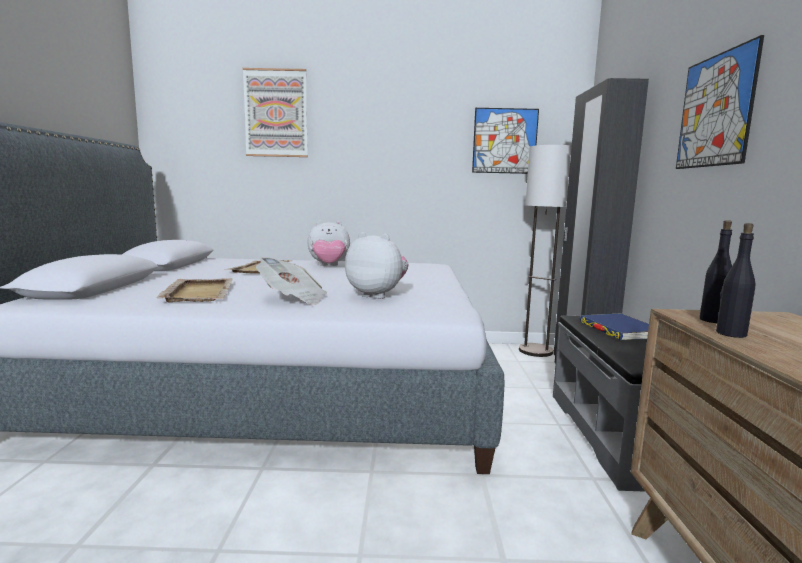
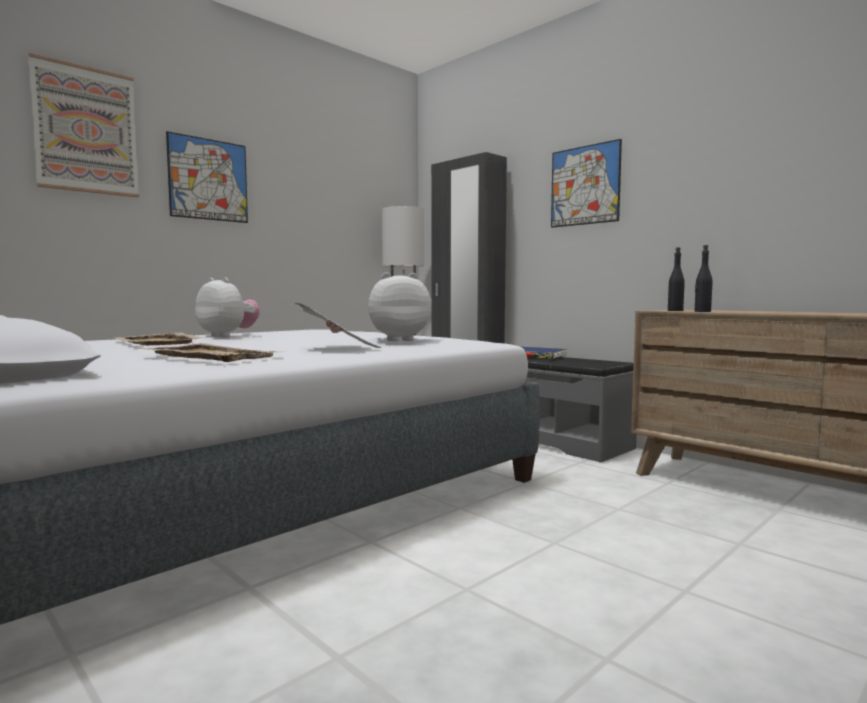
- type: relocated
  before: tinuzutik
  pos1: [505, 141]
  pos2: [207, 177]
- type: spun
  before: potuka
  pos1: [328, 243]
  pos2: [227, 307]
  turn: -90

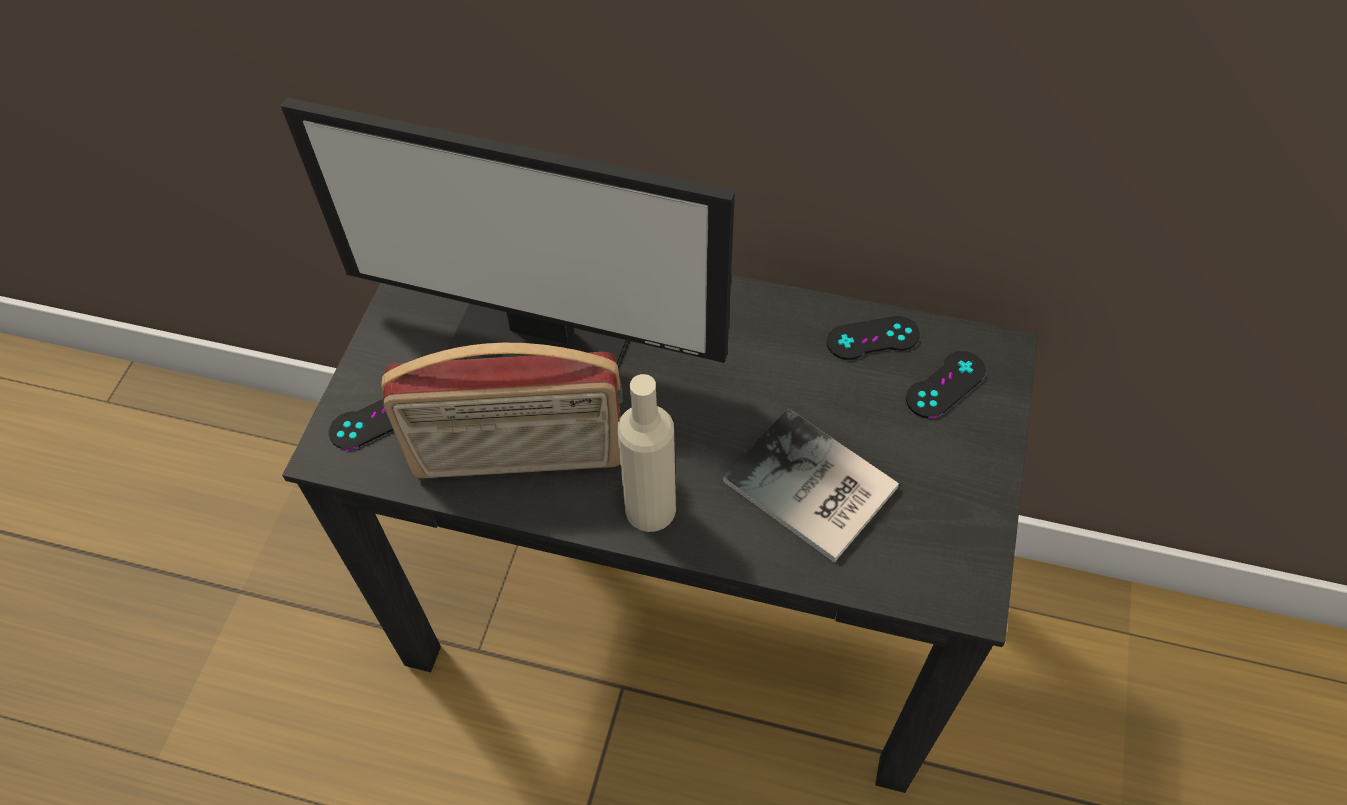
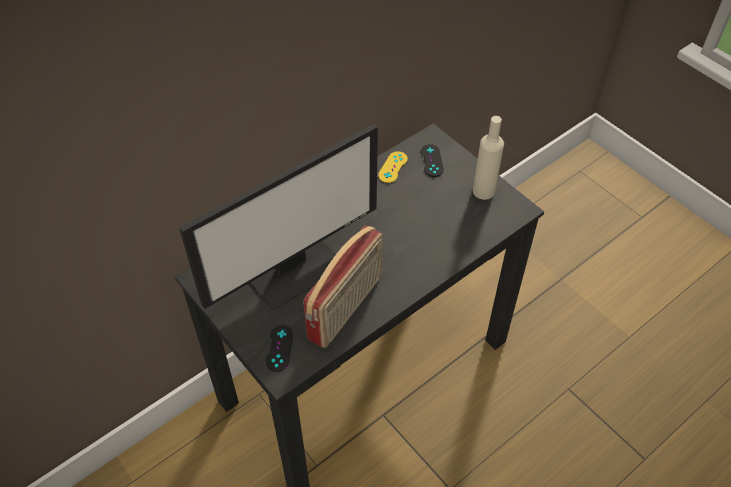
- type: colour
  before: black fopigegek
  after: yellow fopigegek
  pos1: [873, 338]
  pos2: [393, 167]
- type: relocated
  before: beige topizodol
  pos1: [646, 453]
  pos2: [488, 158]
- type: missing
  before: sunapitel
  pos1: [811, 485]

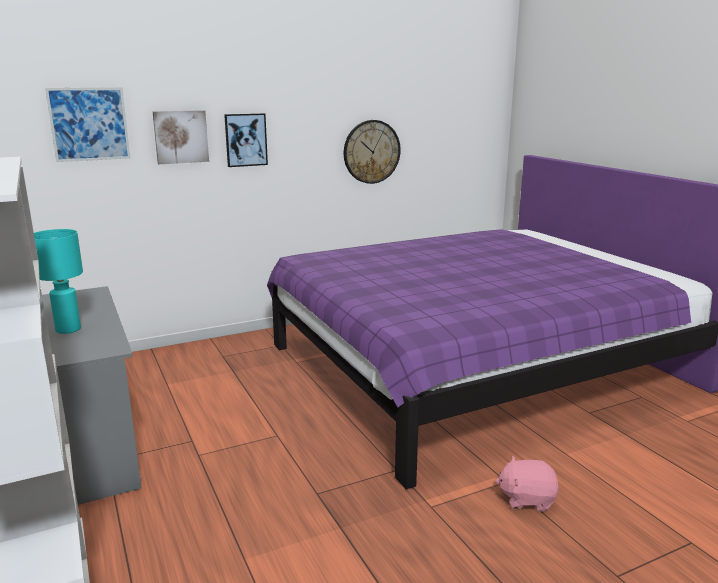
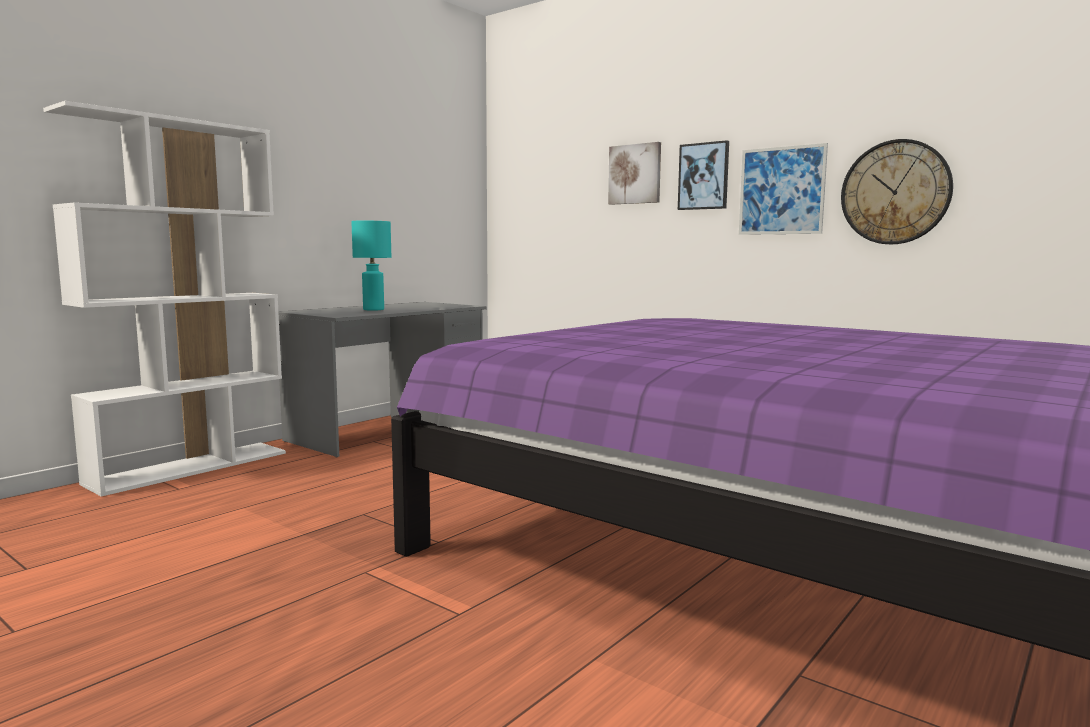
- type: relocated
  before: tinuzutik
  pos1: [87, 124]
  pos2: [783, 189]
- type: missing
  before: pink potuka
  pos1: [527, 484]

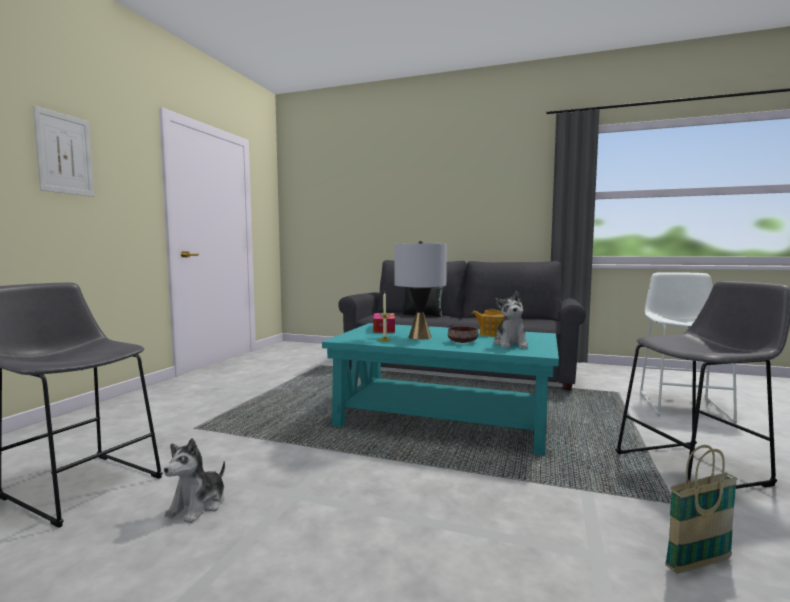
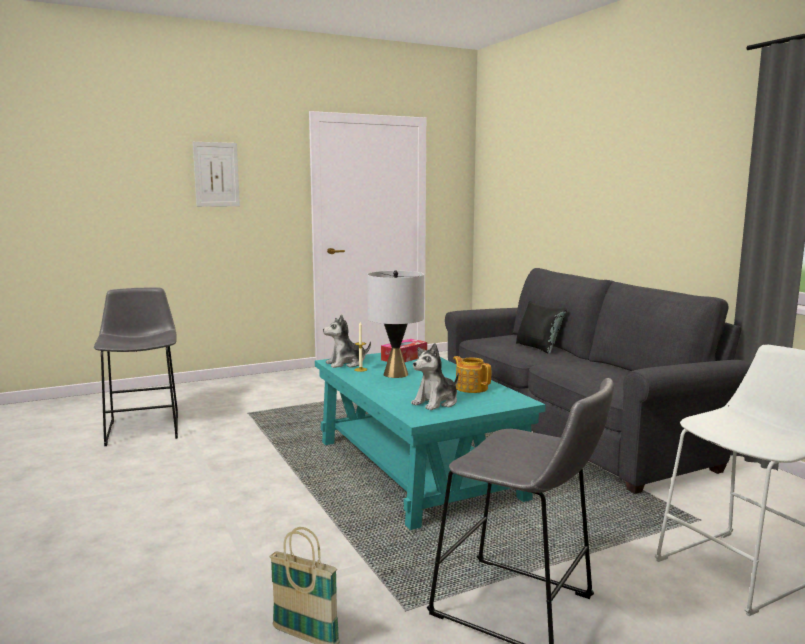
- type: missing
  before: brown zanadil
  pos1: [463, 334]
- type: relocated
  before: potuka
  pos1: [194, 480]
  pos2: [347, 341]

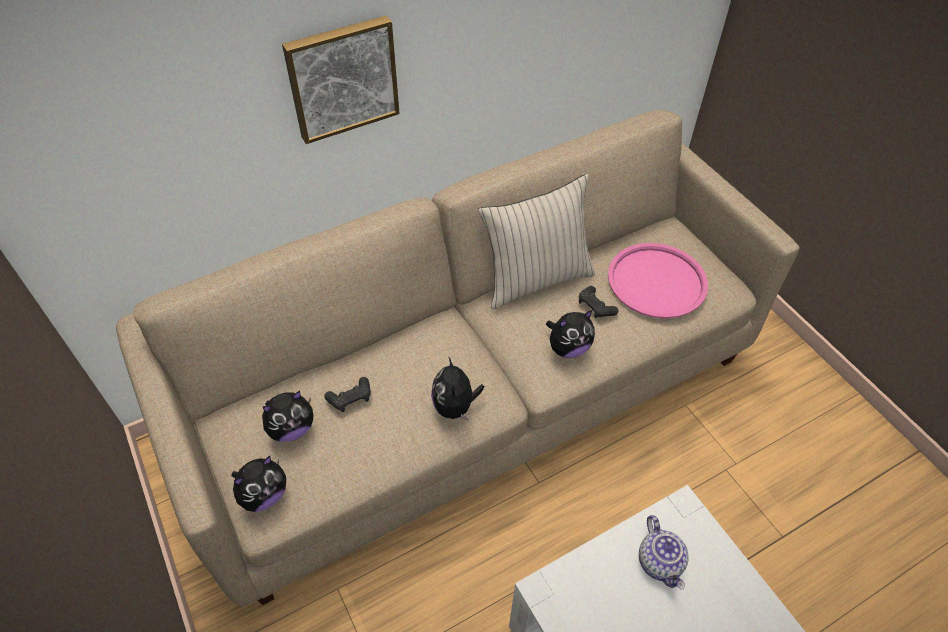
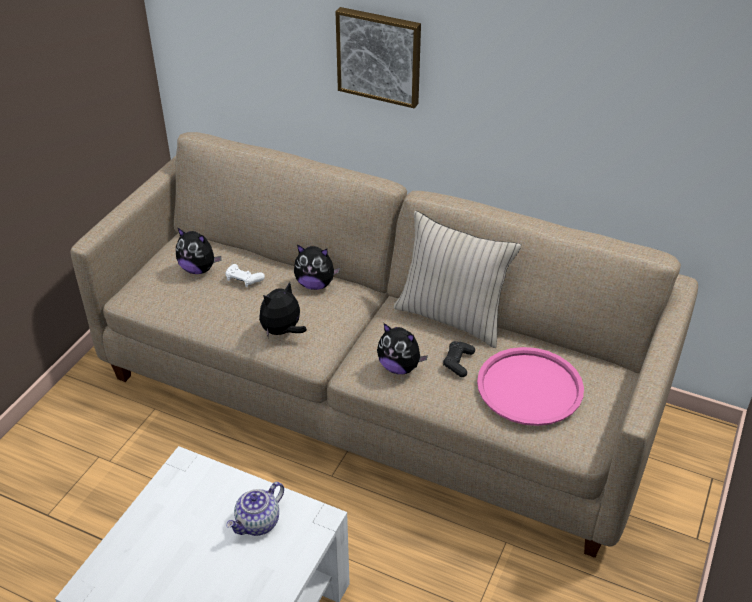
- type: colour
  before: black fopigegek
  after: white fopigegek
  pos1: [347, 394]
  pos2: [245, 275]
- type: relocated
  before: potuka
  pos1: [258, 484]
  pos2: [317, 267]

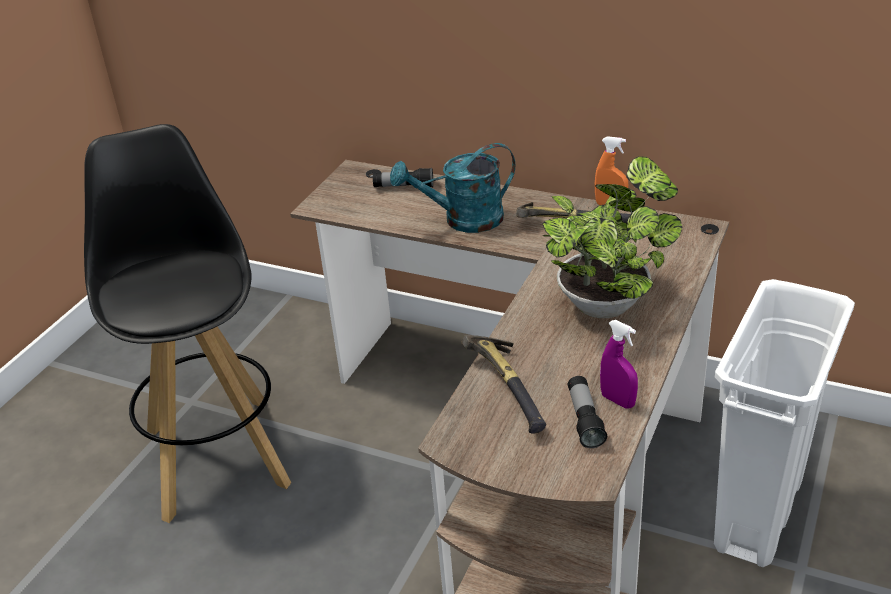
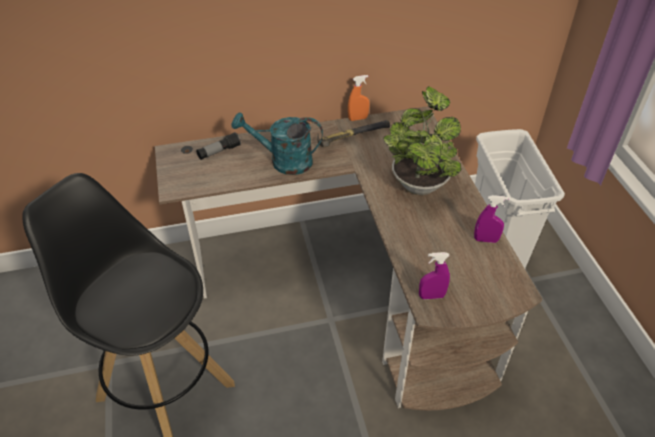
- type: spun
  before: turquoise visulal
  pos1: [452, 188]
  pos2: [277, 143]
  turn: 60
- type: missing
  before: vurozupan
  pos1: [504, 384]
- type: missing
  before: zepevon
  pos1: [587, 412]
- type: appeared
  after: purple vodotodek
  pos2: [434, 275]

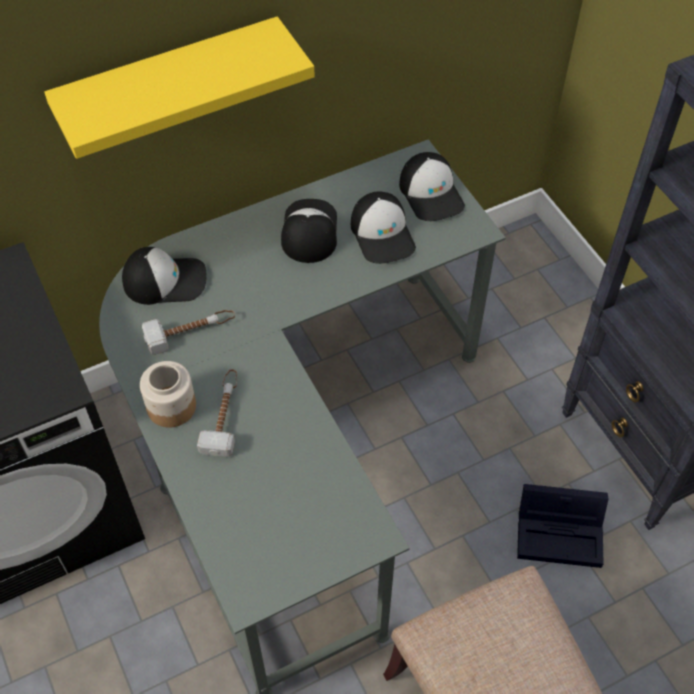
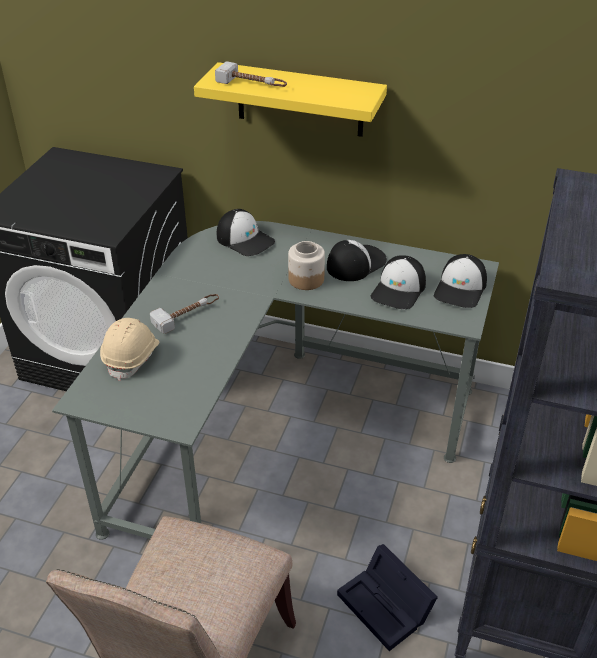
- type: relocated
  before: vurozupan
  pos1: [188, 332]
  pos2: [251, 74]
- type: relocated
  before: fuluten
  pos1: [168, 394]
  pos2: [306, 265]
- type: appeared
  after: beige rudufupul
  pos2: [129, 349]

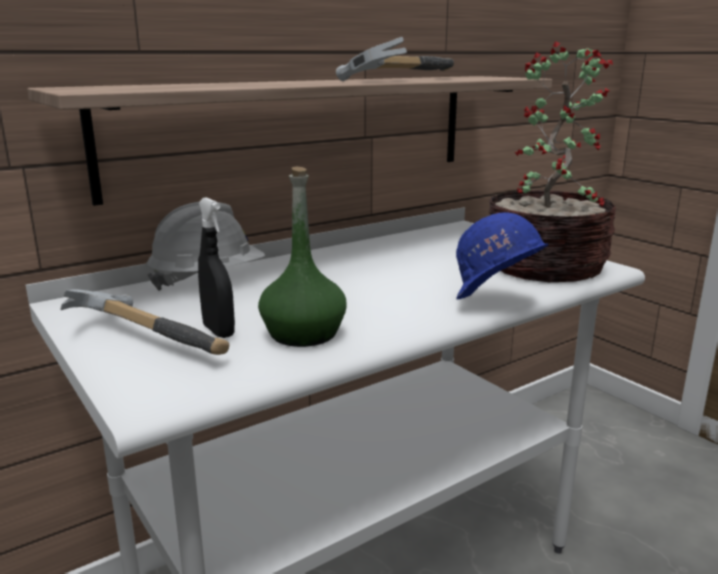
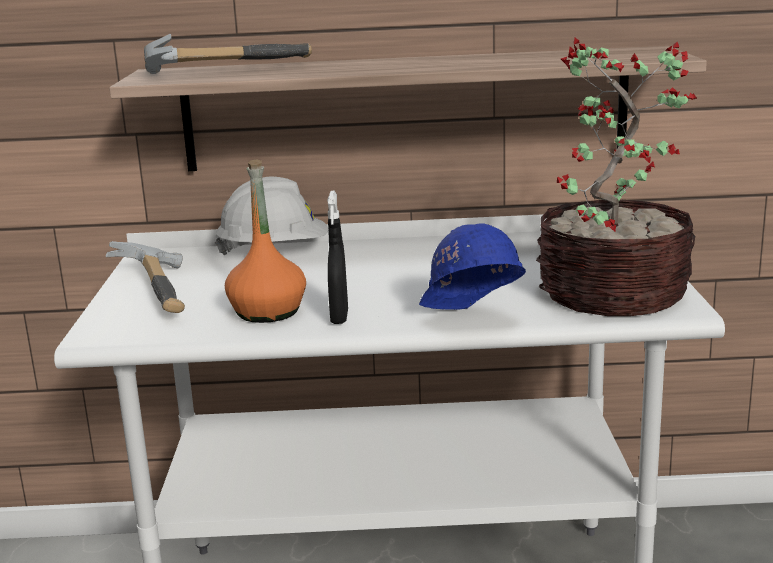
- type: relocated
  before: vurozupan
  pos1: [395, 59]
  pos2: [228, 54]
- type: colour
  before: green topizodol
  after: orange topizodol
  pos1: [302, 257]
  pos2: [265, 241]
- type: relocated
  before: black vodotodek
  pos1: [216, 267]
  pos2: [337, 257]

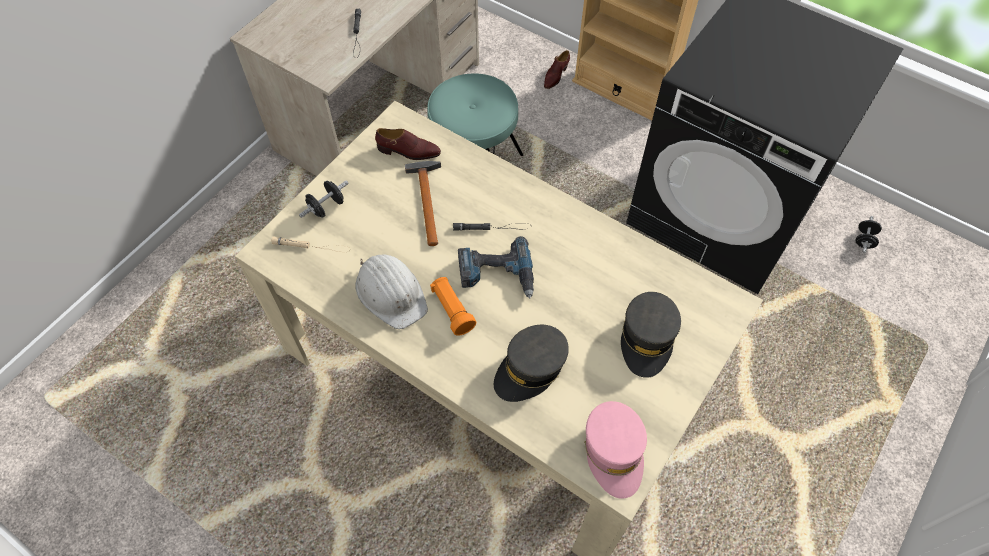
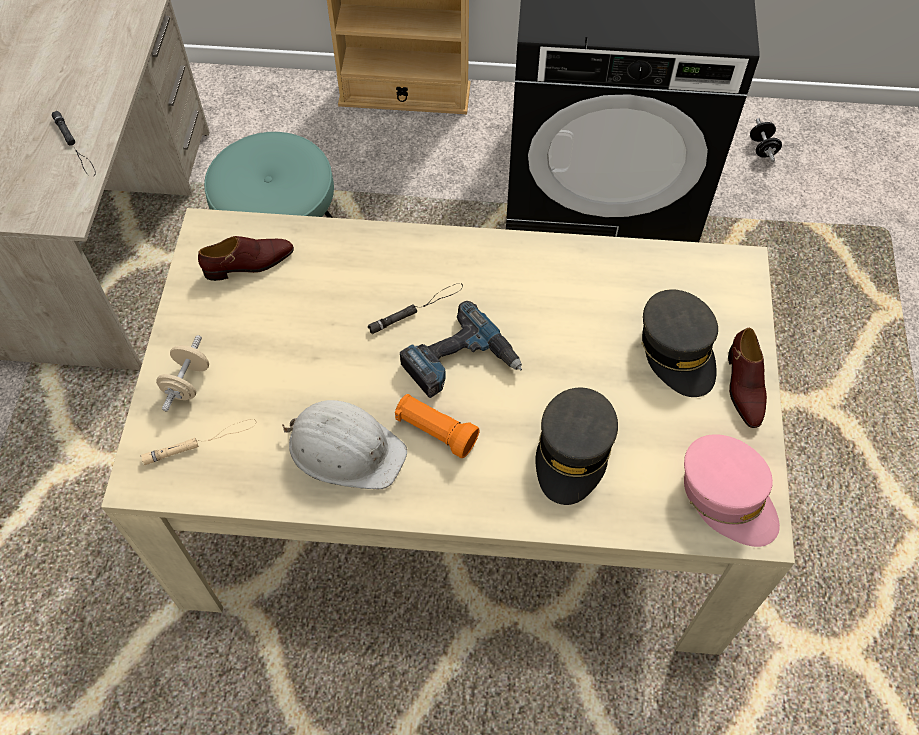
- type: relocated
  before: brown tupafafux
  pos1: [557, 69]
  pos2: [747, 378]
- type: missing
  before: vurozupan
  pos1: [423, 203]
- type: colour
  before: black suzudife
  after: beige suzudife
  pos1: [323, 199]
  pos2: [182, 373]

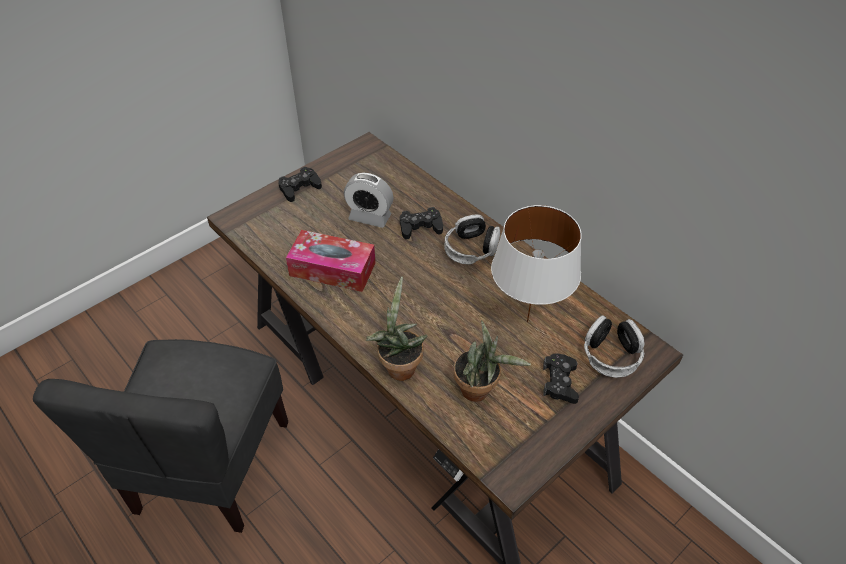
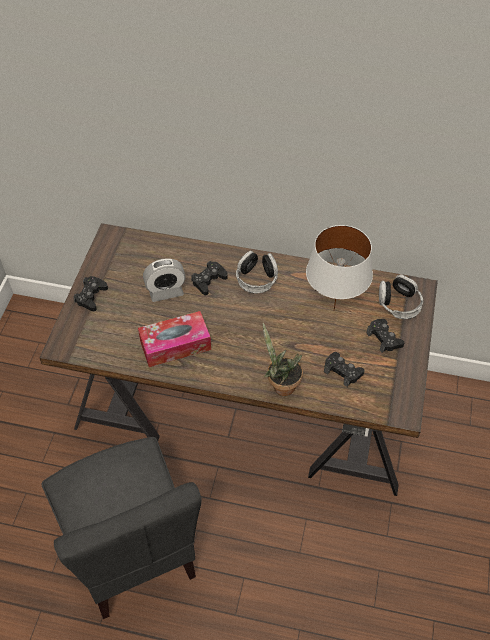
- type: exchanged
  before: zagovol
  after: black fopigegek
  pos1: [492, 361]
  pos2: [344, 369]

